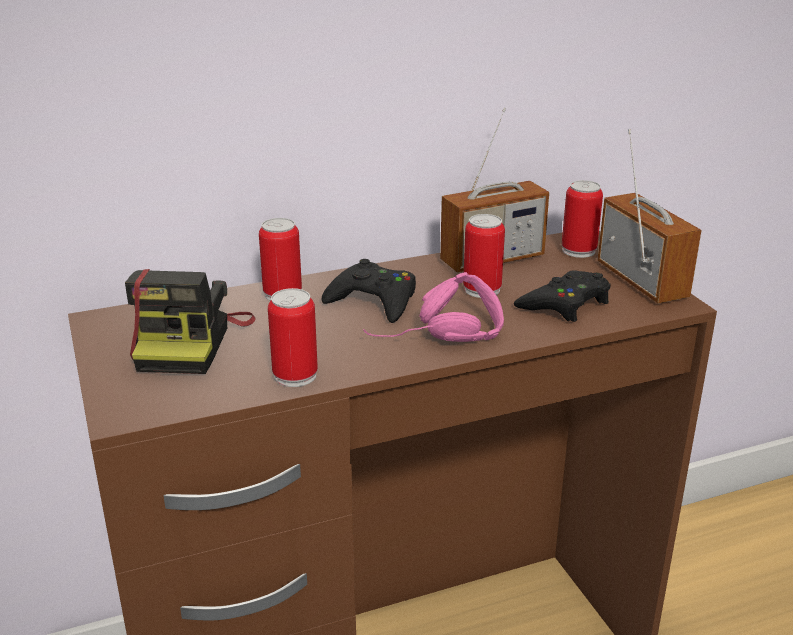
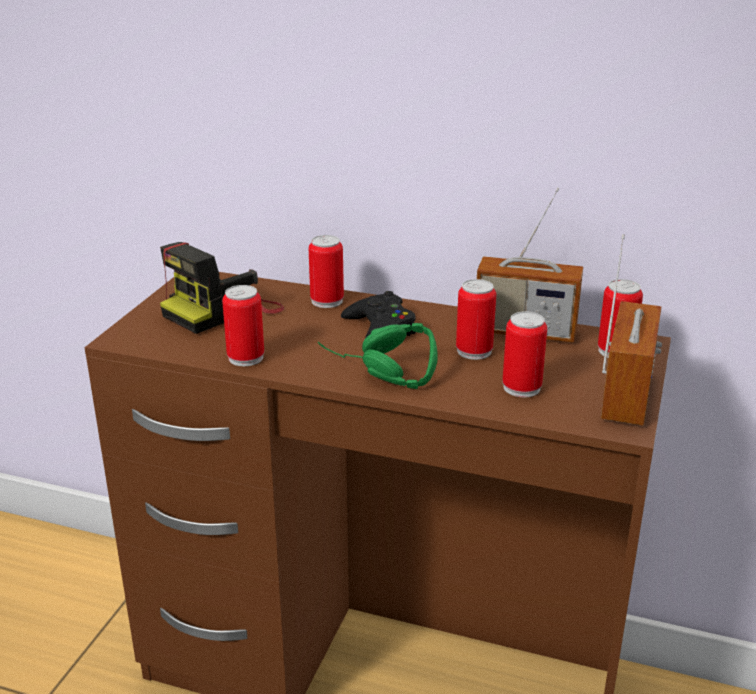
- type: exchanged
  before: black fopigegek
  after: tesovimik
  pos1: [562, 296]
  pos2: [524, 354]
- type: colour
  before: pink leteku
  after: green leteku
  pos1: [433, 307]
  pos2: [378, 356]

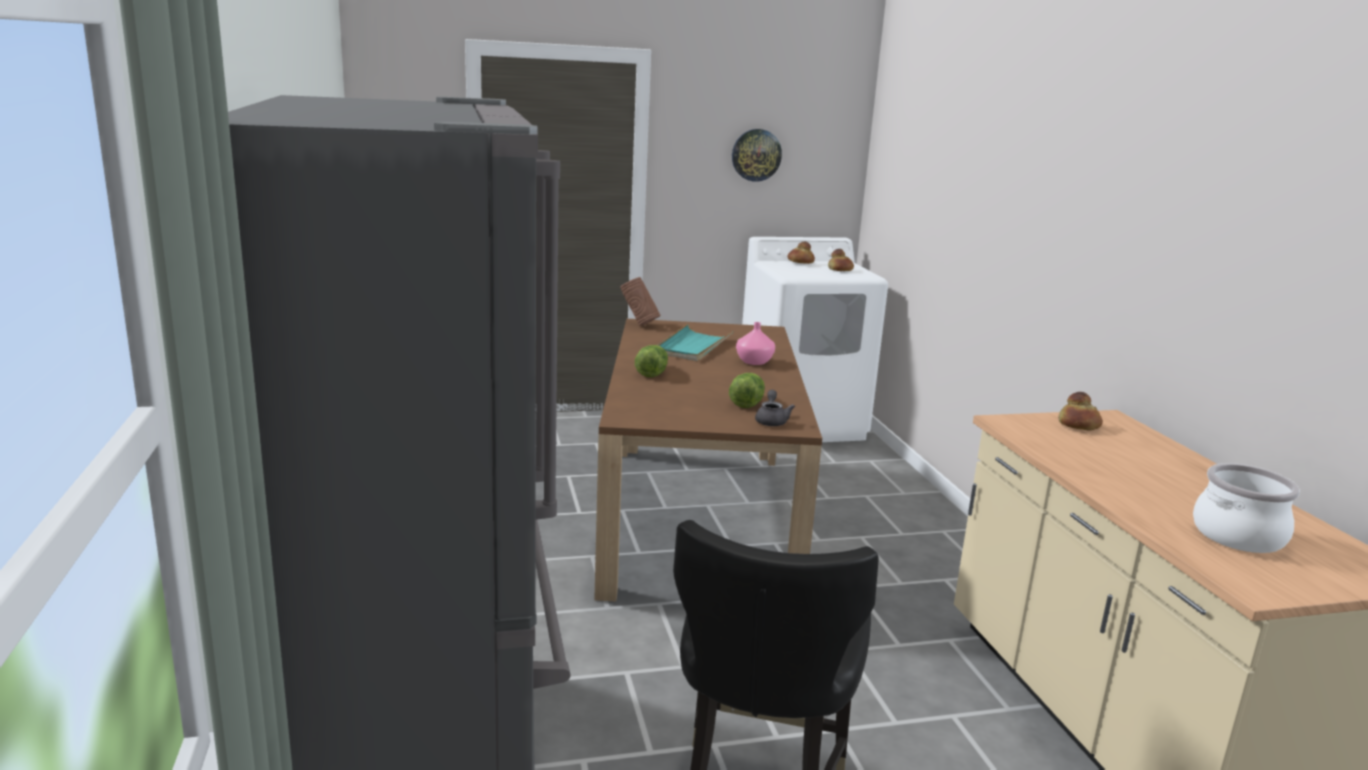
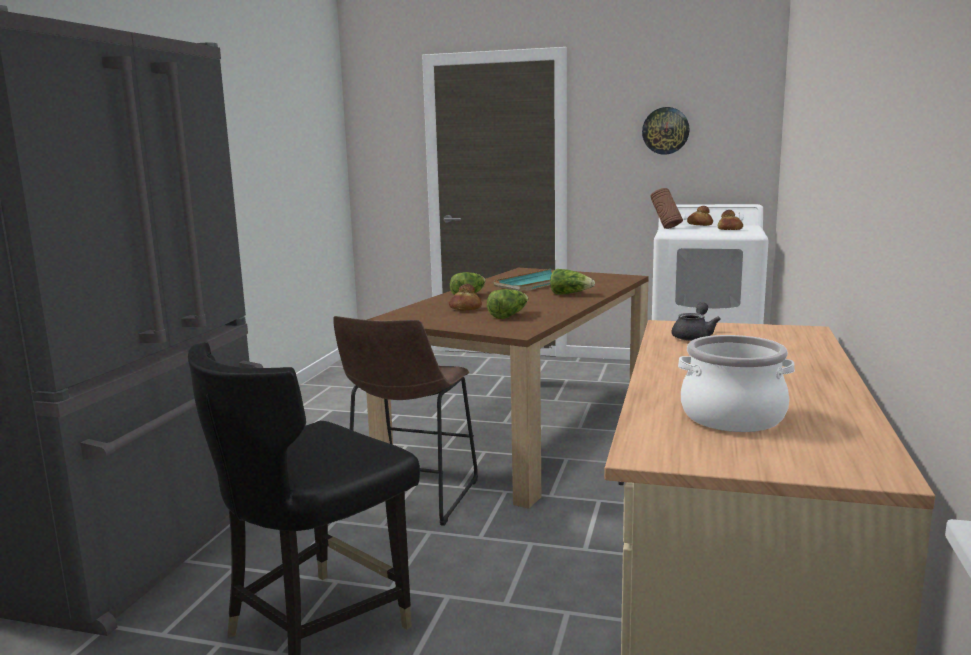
- type: relocated
  before: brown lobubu
  pos1: [640, 301]
  pos2: [666, 208]
- type: exchanged
  before: pink lobubu
  after: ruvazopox
  pos1: [755, 343]
  pos2: [572, 282]
- type: relocated
  before: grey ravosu
  pos1: [775, 408]
  pos2: [696, 321]
- type: relocated
  before: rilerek
  pos1: [1080, 411]
  pos2: [465, 297]
- type: appeared
  after: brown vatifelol
  pos2: [405, 421]

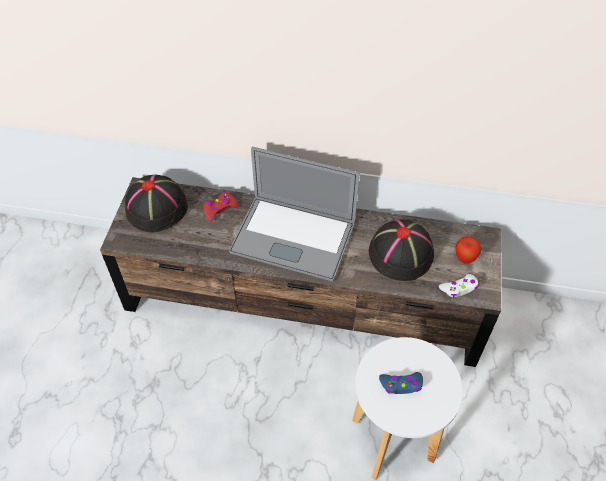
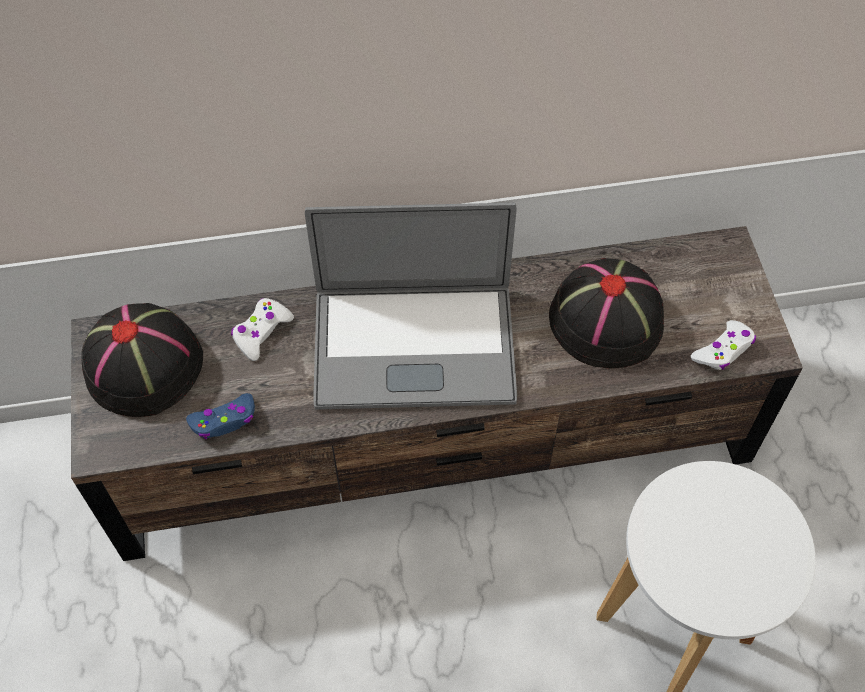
- type: colour
  before: red fopigegek
  after: white fopigegek
  pos1: [221, 206]
  pos2: [262, 329]
- type: missing
  before: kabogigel
  pos1: [468, 250]
- type: relocated
  before: blue fopigegek
  pos1: [401, 383]
  pos2: [220, 416]

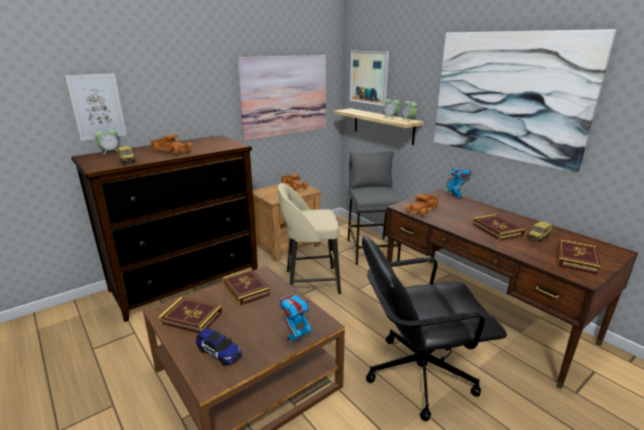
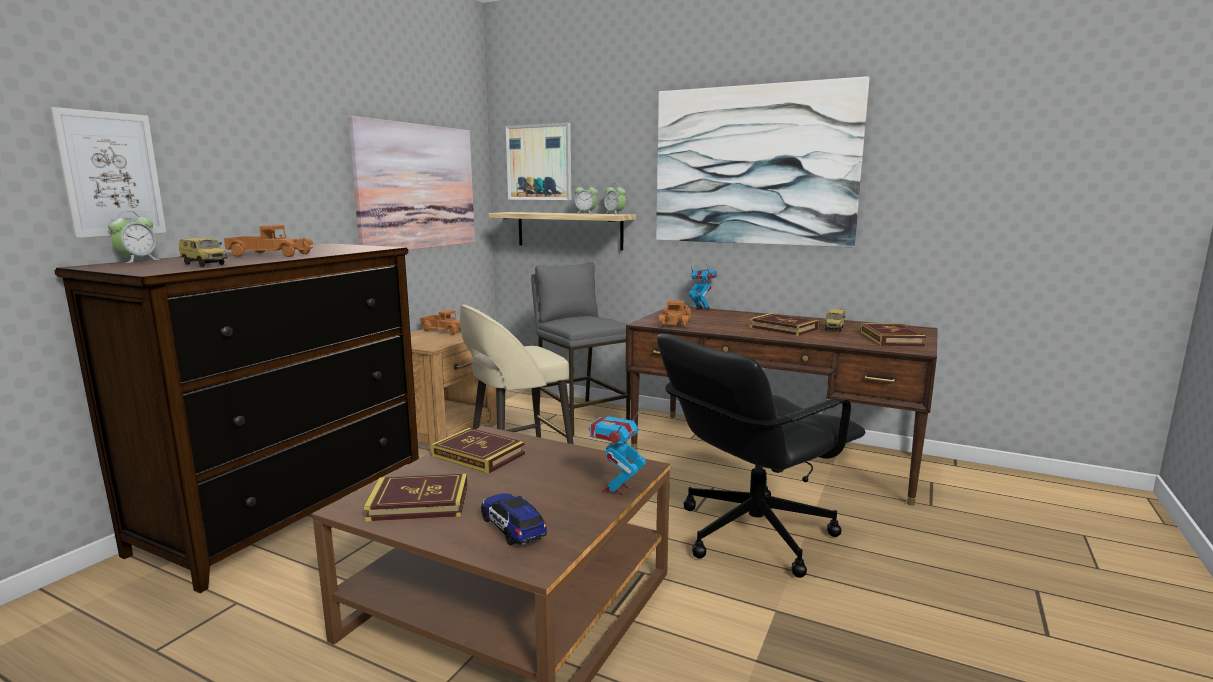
- type: spun
  before: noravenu
  pos1: [218, 347]
  pos2: [514, 519]
  turn: -135

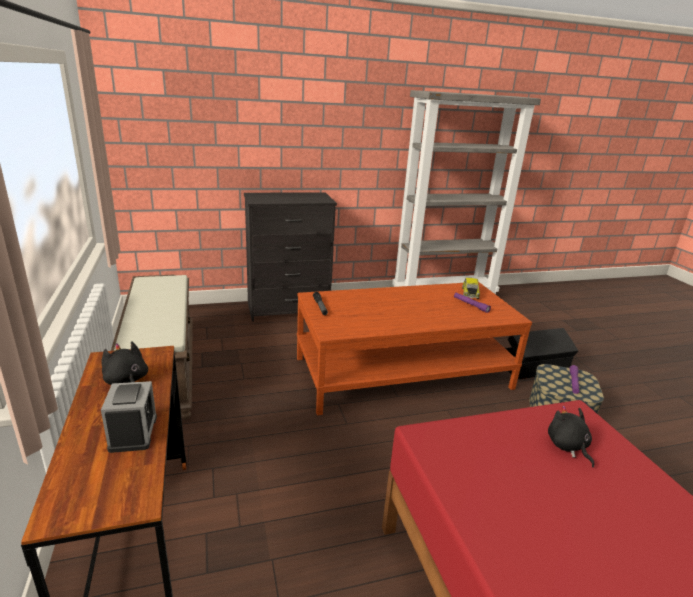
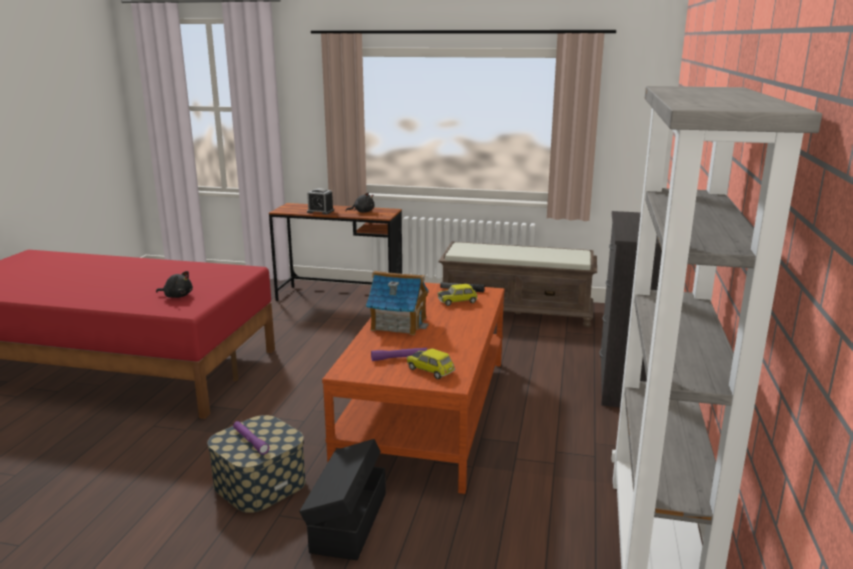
- type: appeared
  after: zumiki
  pos2: [397, 303]
- type: appeared
  after: noravenu
  pos2: [457, 295]

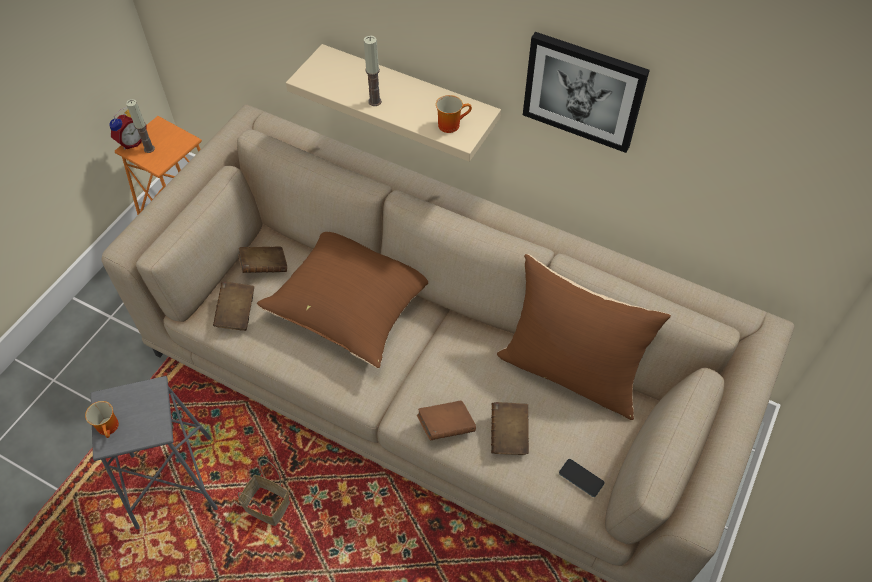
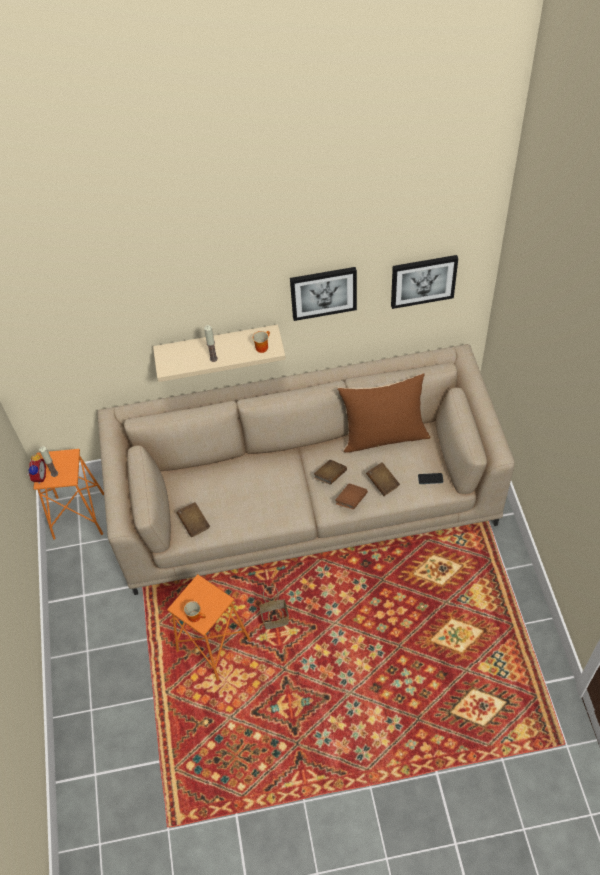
- type: missing
  before: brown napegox
  pos1: [342, 300]
- type: relocated
  before: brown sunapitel
  pos1: [262, 260]
  pos2: [330, 472]
- type: colour
  before: grey vatifelol
  after: orange vatifelol
  pos1: [154, 452]
  pos2: [209, 627]
- type: appeared
  after: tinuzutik
  pos2: [424, 282]

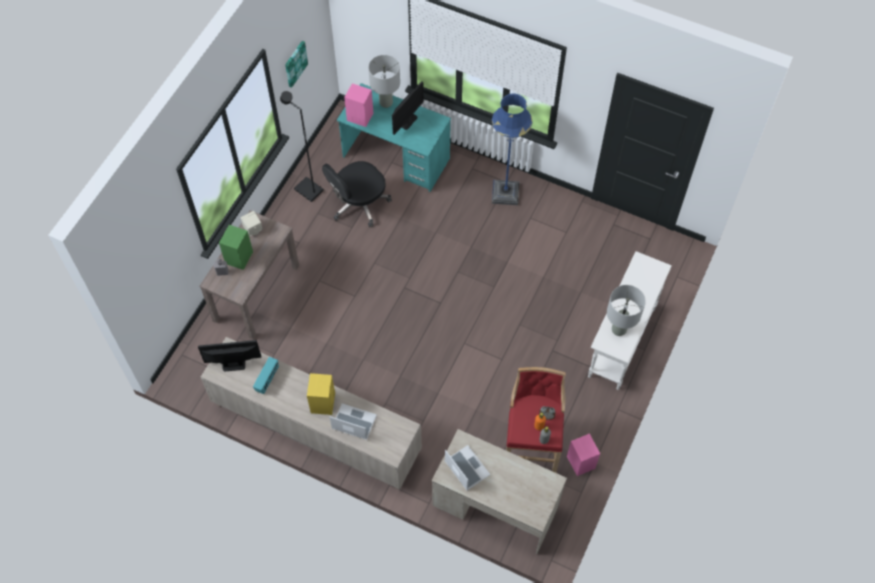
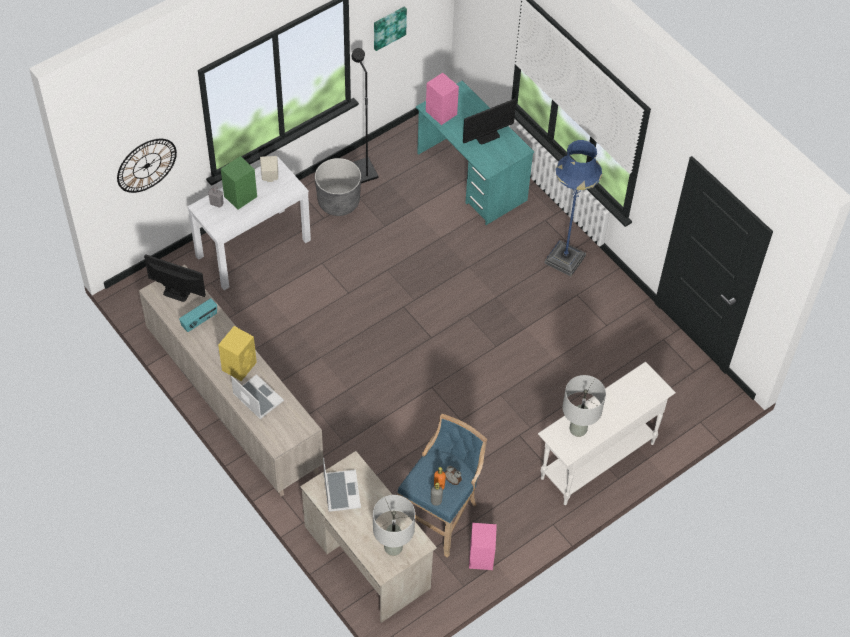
- type: relocated
  before: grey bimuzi
  pos1: [384, 81]
  pos2: [394, 525]
- type: missing
  before: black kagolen
  pos1: [357, 194]
- type: colour
  before: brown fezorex
  after: white fezorex
  pos1: [249, 274]
  pos2: [249, 223]
- type: colour
  before: red vatifelol
  after: blue vatifelol
  pos1: [536, 420]
  pos2: [442, 486]
- type: appeared
  after: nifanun
  pos2: [147, 166]
- type: appeared
  after: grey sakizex
  pos2: [338, 187]

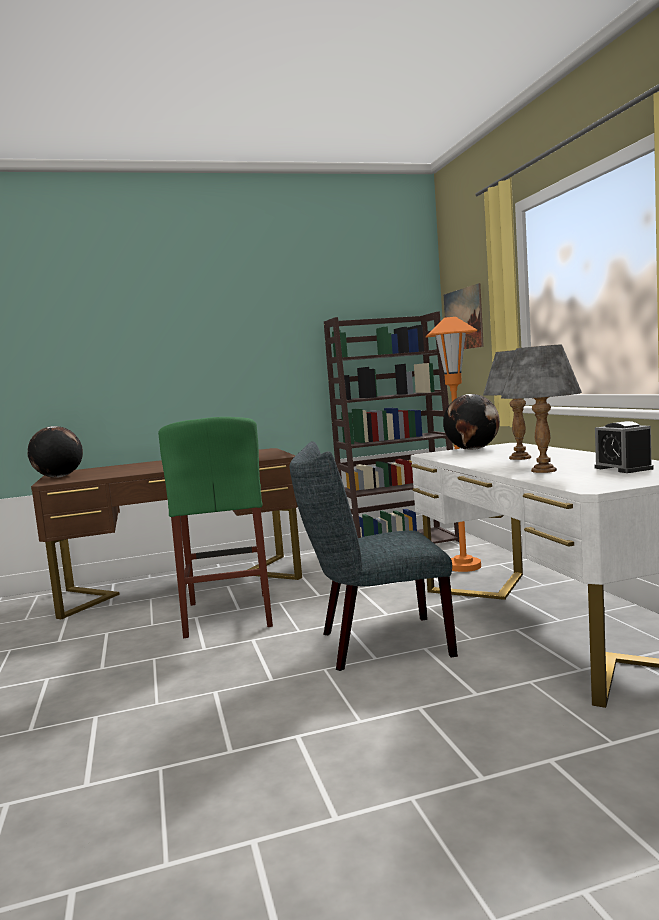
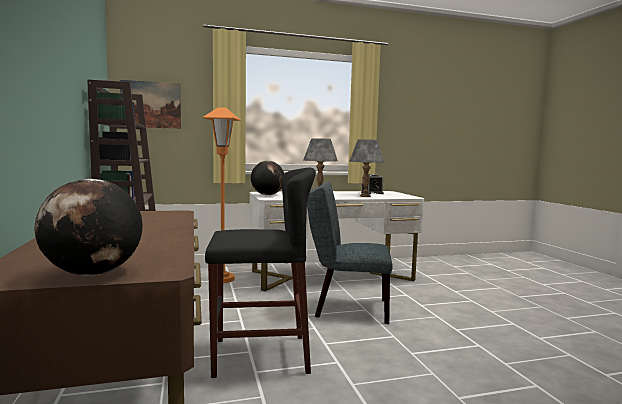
- type: colour
  before: green vatifelol
  after: black vatifelol
  pos1: [215, 527]
  pos2: [260, 273]
- type: spun
  before: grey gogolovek
  pos1: [374, 556]
  pos2: [350, 253]
  turn: 105

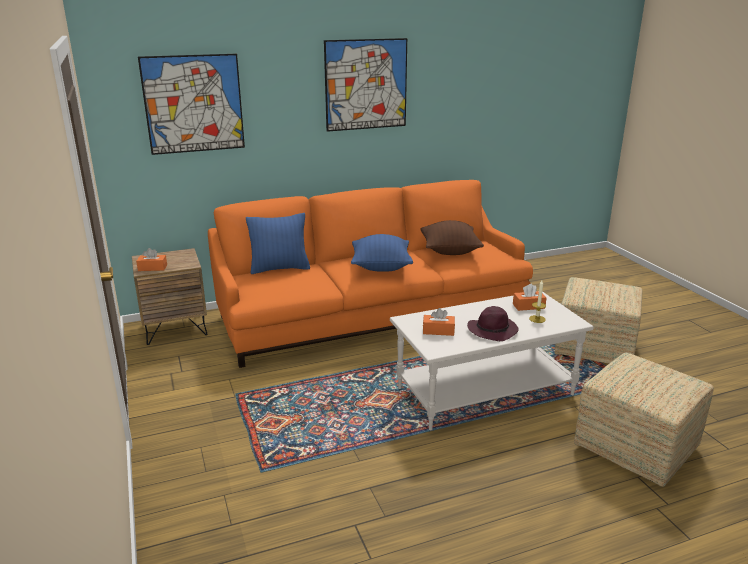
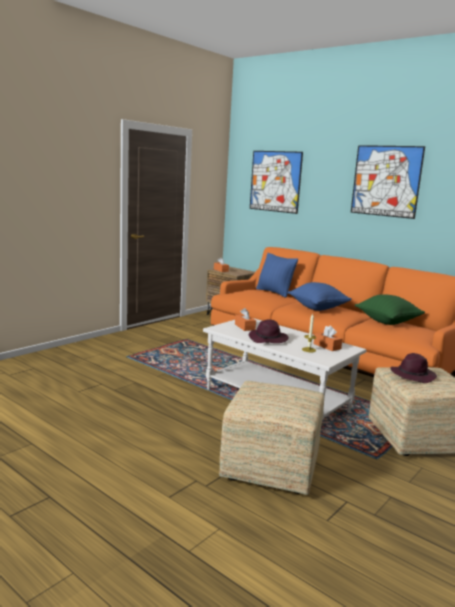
- type: colour
  before: brown napegox
  after: green napegox
  pos1: [452, 237]
  pos2: [390, 309]
- type: appeared
  after: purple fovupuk
  pos2: [413, 368]

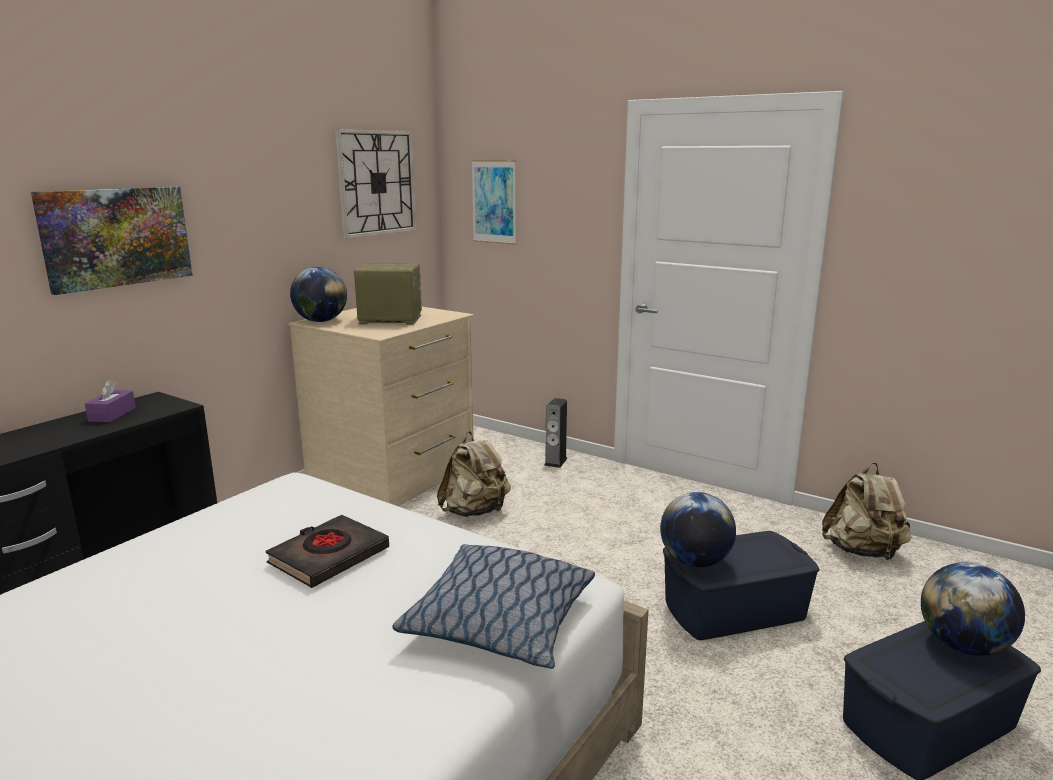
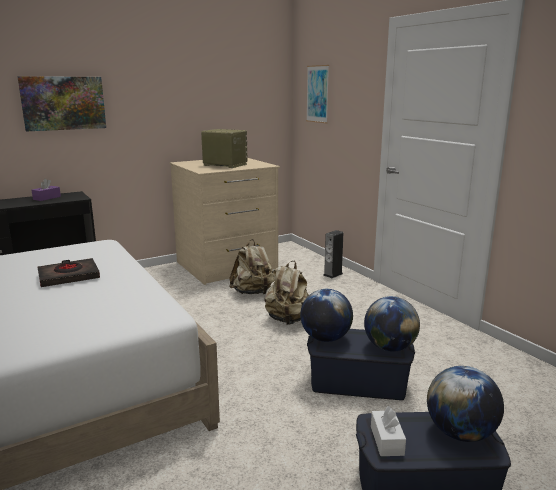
- type: missing
  before: nifanun
  pos1: [376, 183]
- type: relocated
  before: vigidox
  pos1: [318, 294]
  pos2: [392, 324]
- type: relocated
  before: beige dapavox
  pos1: [866, 511]
  pos2: [286, 293]
- type: missing
  before: napegox
  pos1: [493, 606]
- type: appeared
  after: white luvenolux
  pos2: [388, 431]

